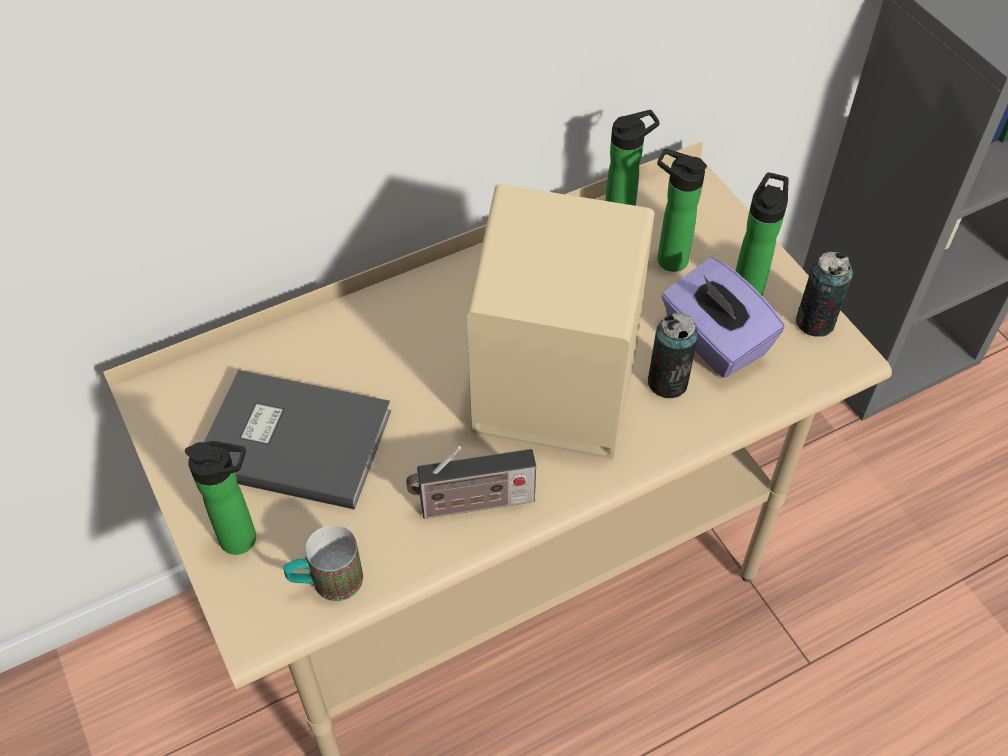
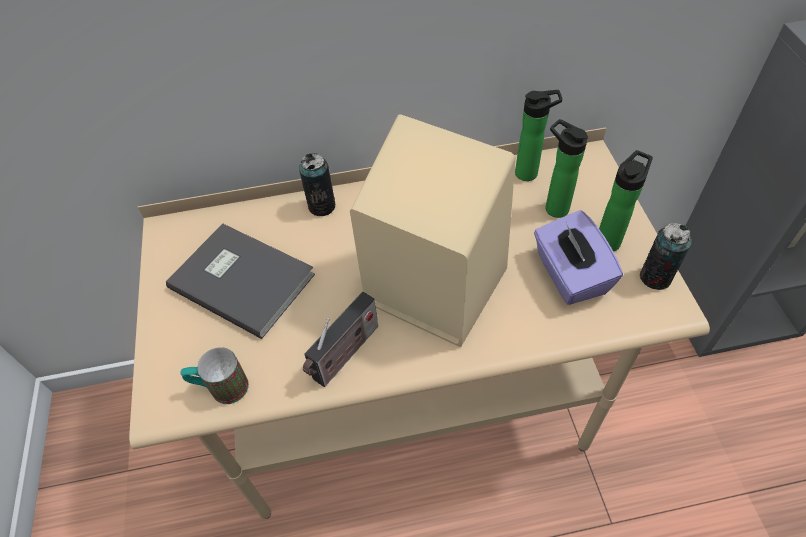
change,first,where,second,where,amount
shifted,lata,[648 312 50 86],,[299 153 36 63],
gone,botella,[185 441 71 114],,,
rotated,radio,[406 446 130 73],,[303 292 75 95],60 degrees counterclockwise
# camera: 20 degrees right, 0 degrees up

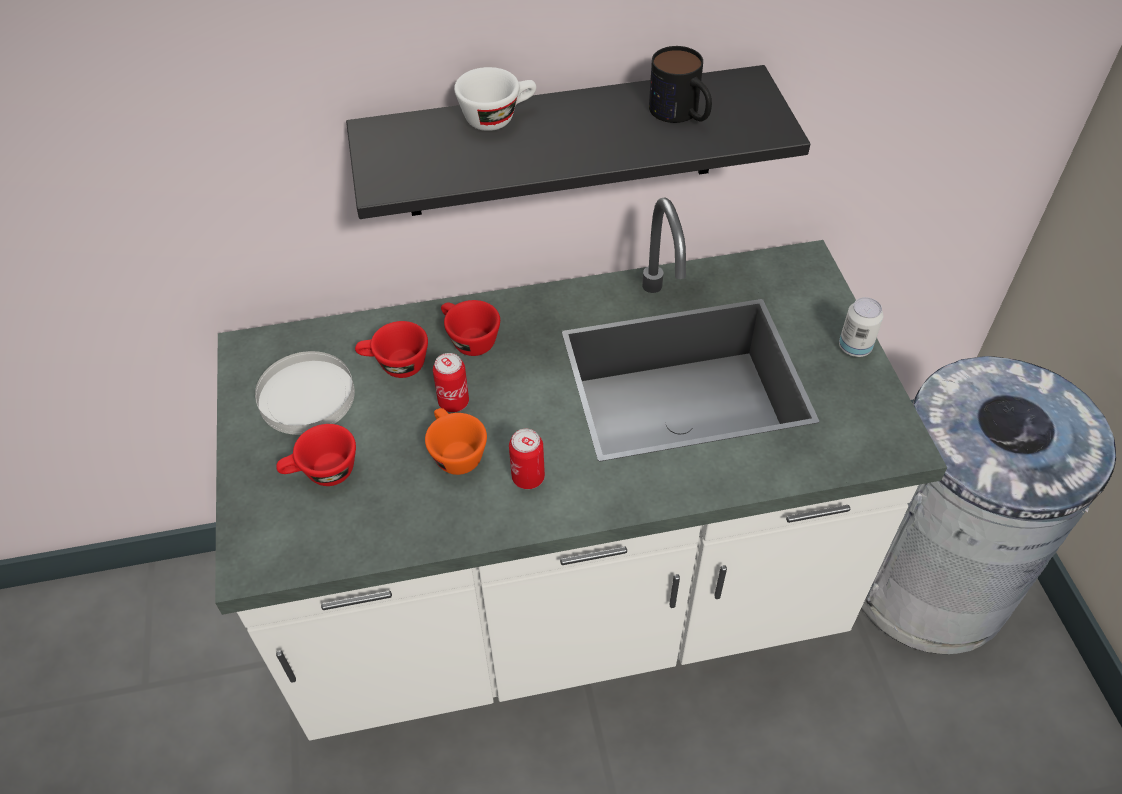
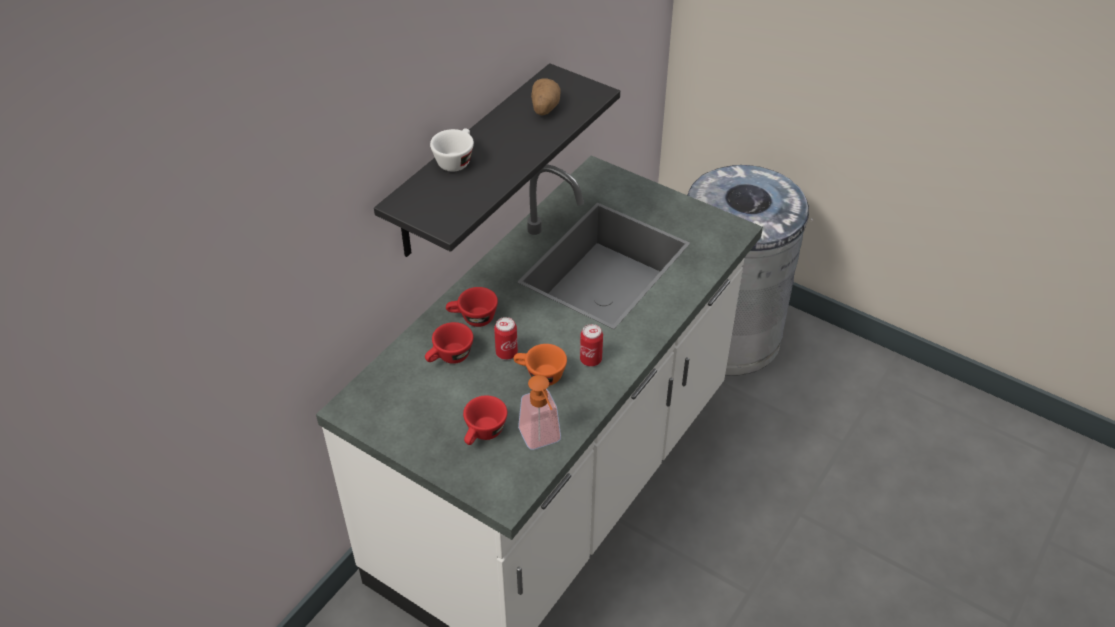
change,first,where,second,where,amount
swapped,taza grande,[649 46 63 77],patata,[531 78 30 38],
gone,lata,[839 297 44 60],,,
gone,plato (blanco),[255 351 100 84],,,
new,,,dispensador de jabón,[518 375 43 75],
# camera: 45 degrees left, 5 degrees down

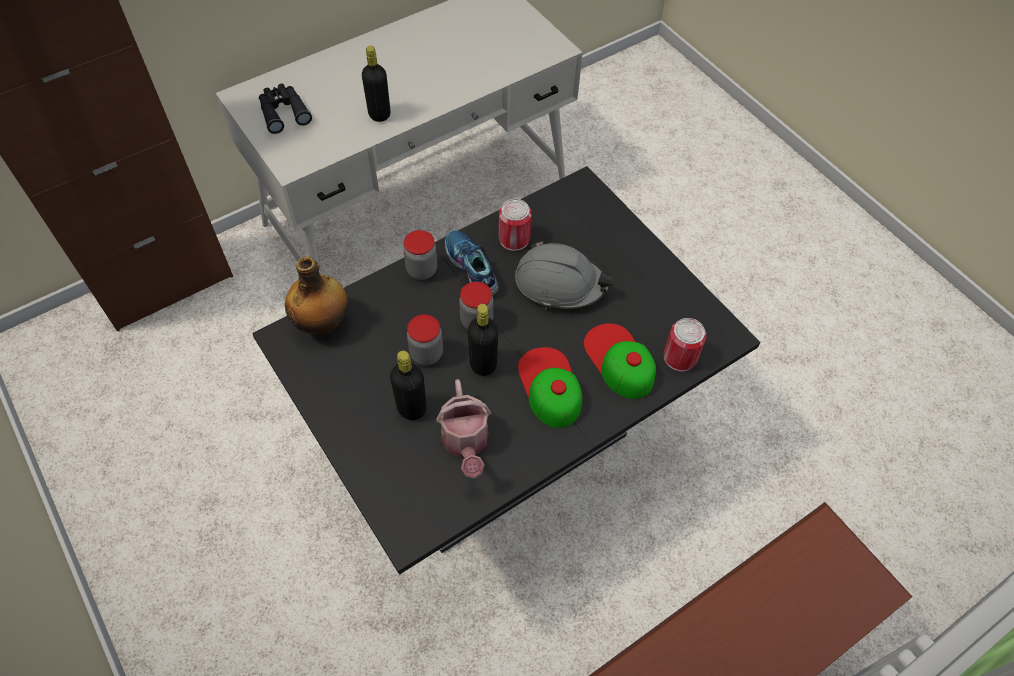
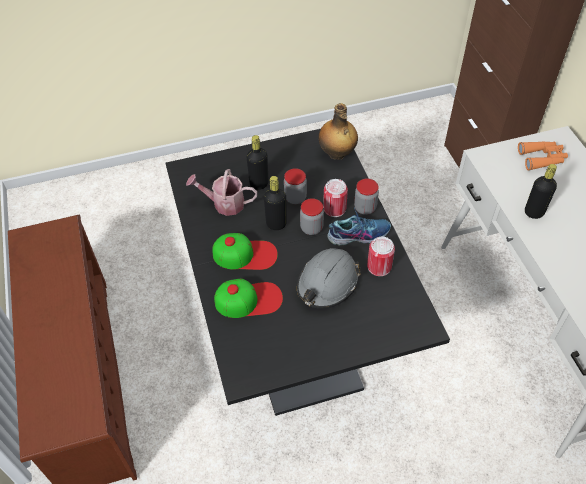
change,first,where,second,where,amount
repainted,prismáticos (negro),[259 84 53 50],prismáticos (naranja),[518 141 50 30],
shifted,lata,[664 318 42 53],,[323 179 25 38],
# camera: 110 degrees right, 5 degrees down

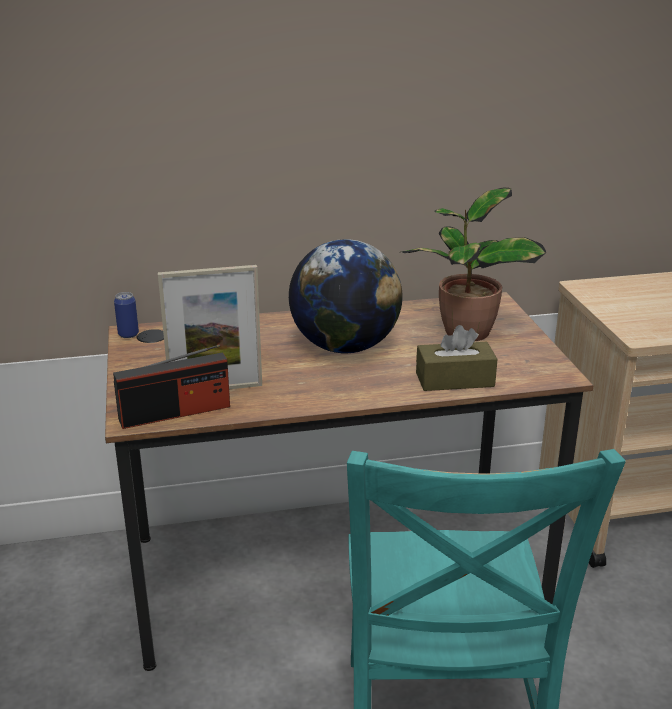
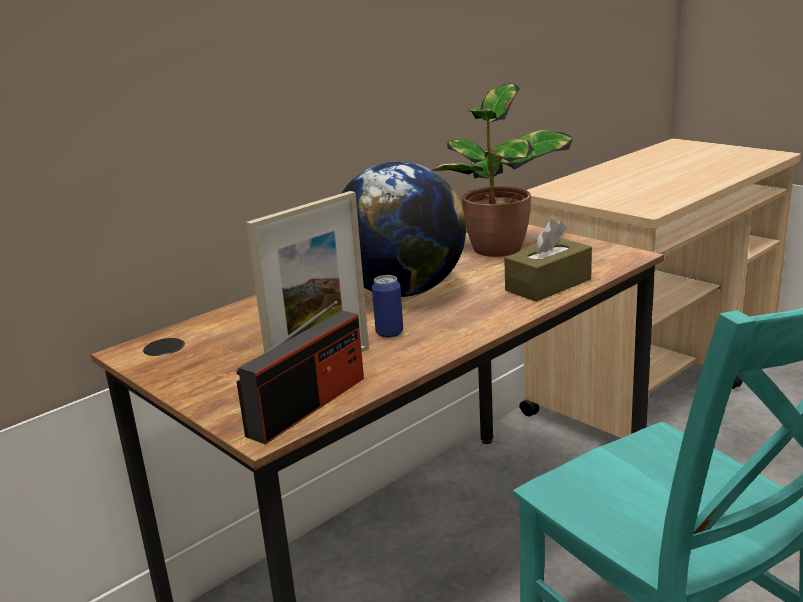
change,first,where,second,where,amount
shifted,lata,[114 292 25 46],,[372 275 31 63],
# camera: 30 degrees left, 5 degrees down

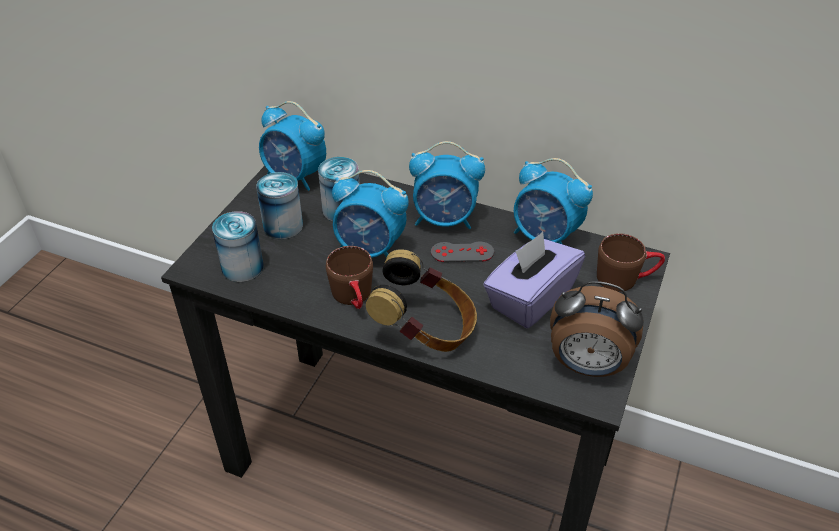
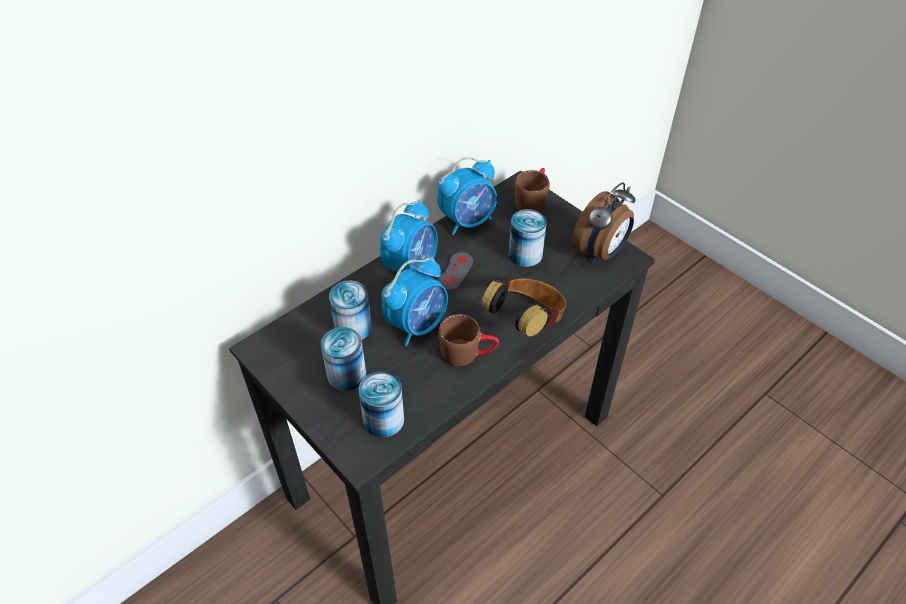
change,first,where,second,where,amount
gone,despertador,[259 101 67 90],,,
swapped,caja de pañuelos (morado),[483 232 102 96],lata,[509 209 38 58],
# camera: 65 degrees left, 5 degrees up

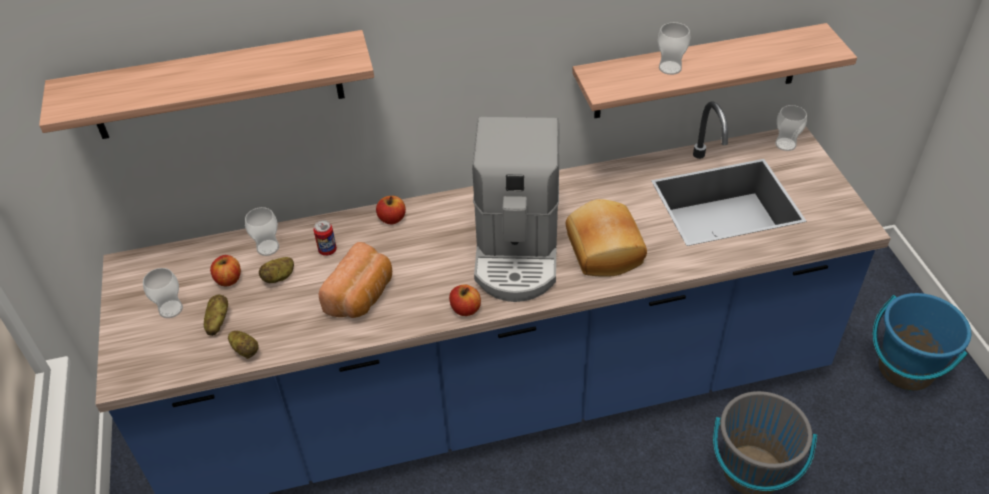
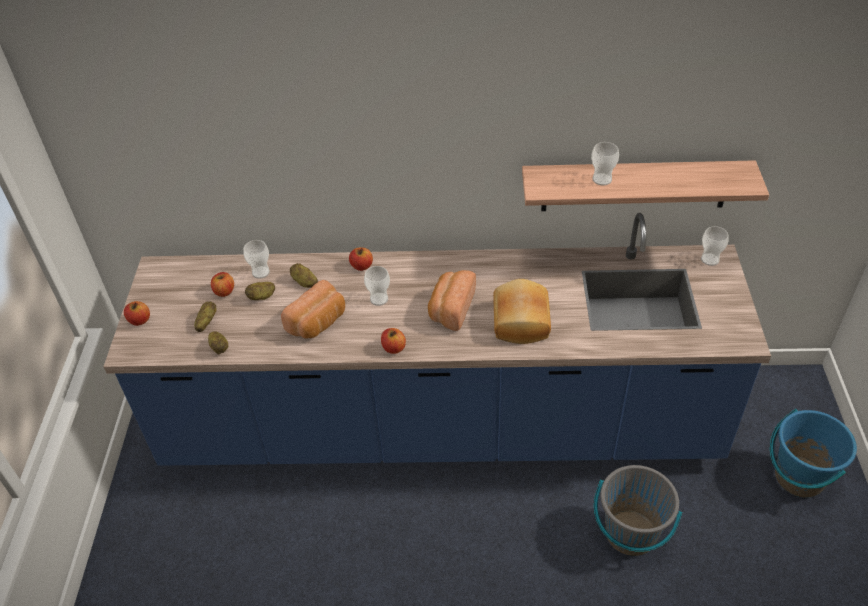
change,first,where,second,where,amount
gone,estante,[39 30 335 109],,,
swapped,cafetera,[472 117 87 185],pan,[428 270 48 61],
swapped,lata,[313 220 24 36],patata,[290 263 28 25],
shifted,taza,[143 268 40 50],,[364 266 26 40],
new,,,manzana,[124 301 26 25],
# camera: 15 degrees right, 0 degrees up

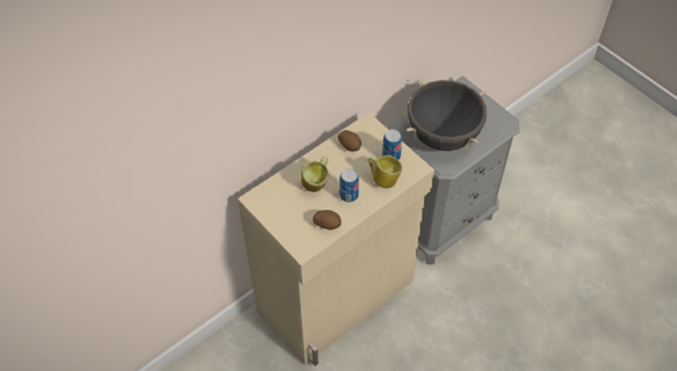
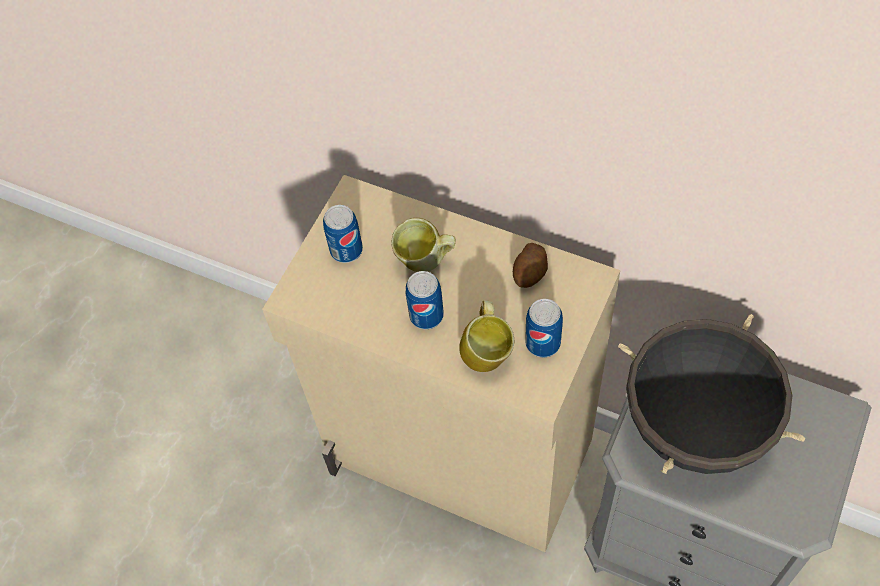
change,first,where,second,where,amount
gone,patata,[313 210 28 20],,,
new,,,lata,[323 205 40 58],
# camera: 70 degrees right, 5 degrees up

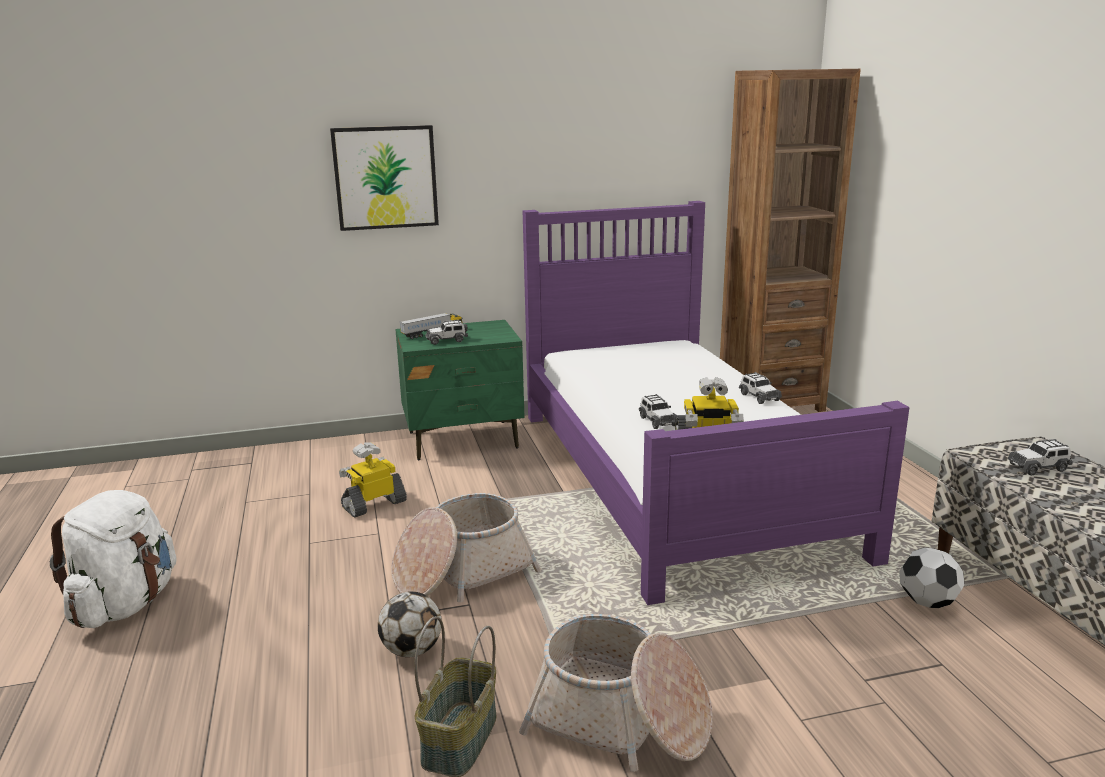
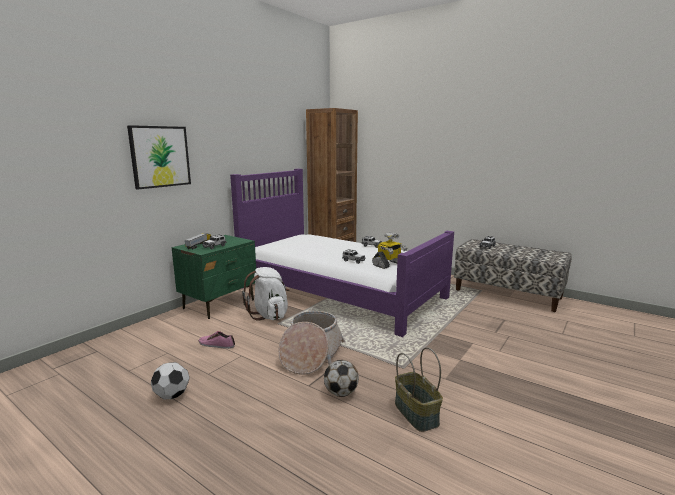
change,first,where,second,where,amount
swapped,robot de juguete,[339 443 68 74],zapato,[199 331 36 18],
shifted,mochila (blanco),[50 490 127 138],,[242 267 47 54],
shifted,balón de fútbol,[899 547 65 61],,[151 362 39 37],
gone,cesta,[519 614 193 158],,,
# camera: 40 degrees left, 5 degrees down

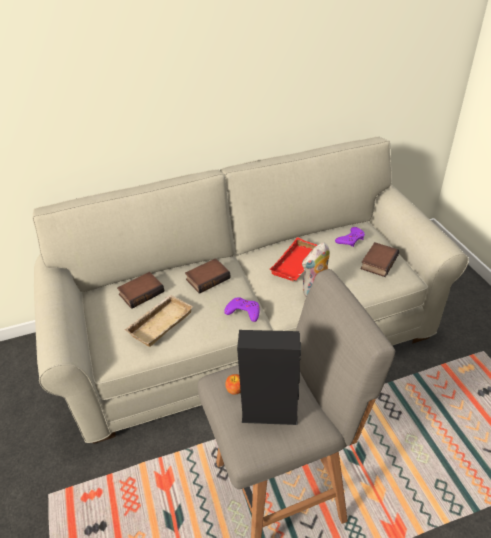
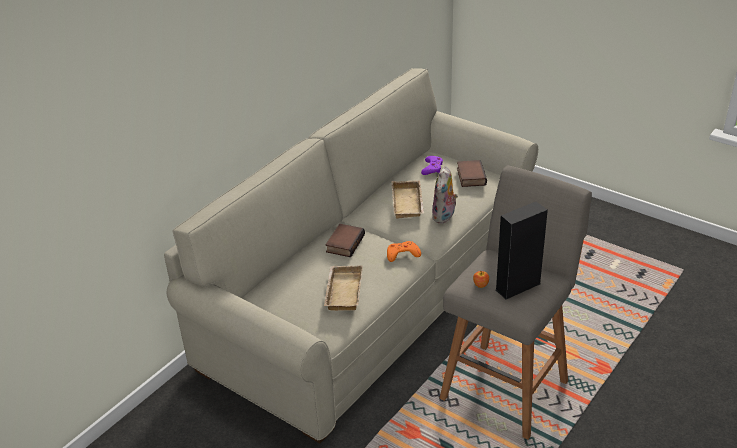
change,first,where,second,where,amount
repainted,bandeja (rojo),[269 237 48 44],bandeja (beis),[391 180 33 39],
gone,libro,[117 272 47 37],,,
repainted,mando de consola (morado),[224 297 36 25],mando de consola (naranja),[387 241 34 21],
# camera: 35 degrees left, 5 degrees down

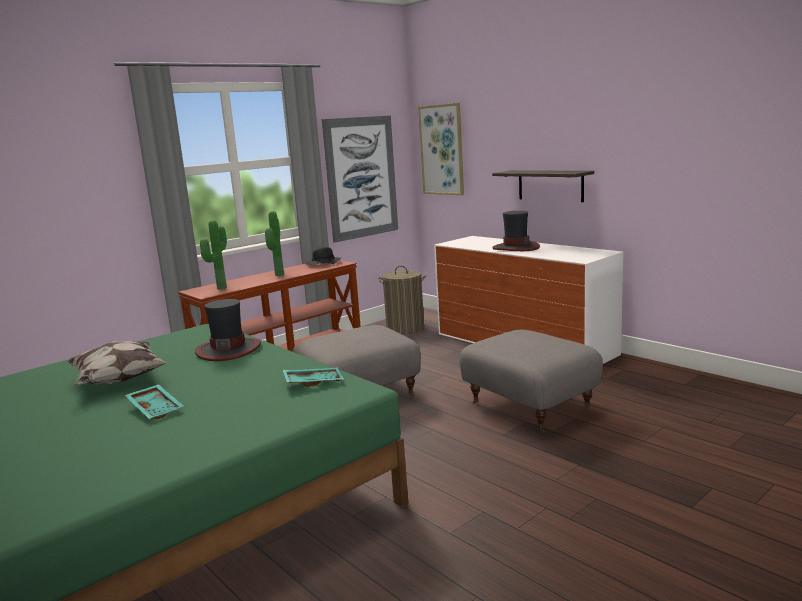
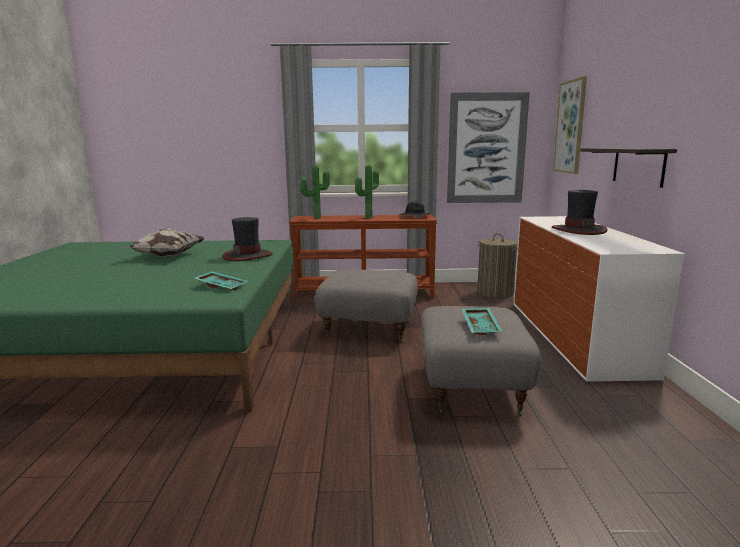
change,first,where,second,where,amount
shifted,bandeja (turquesa),[125 384 59 35],,[462 308 41 27],
# camera: 40 degrees right, 0 degrees up

